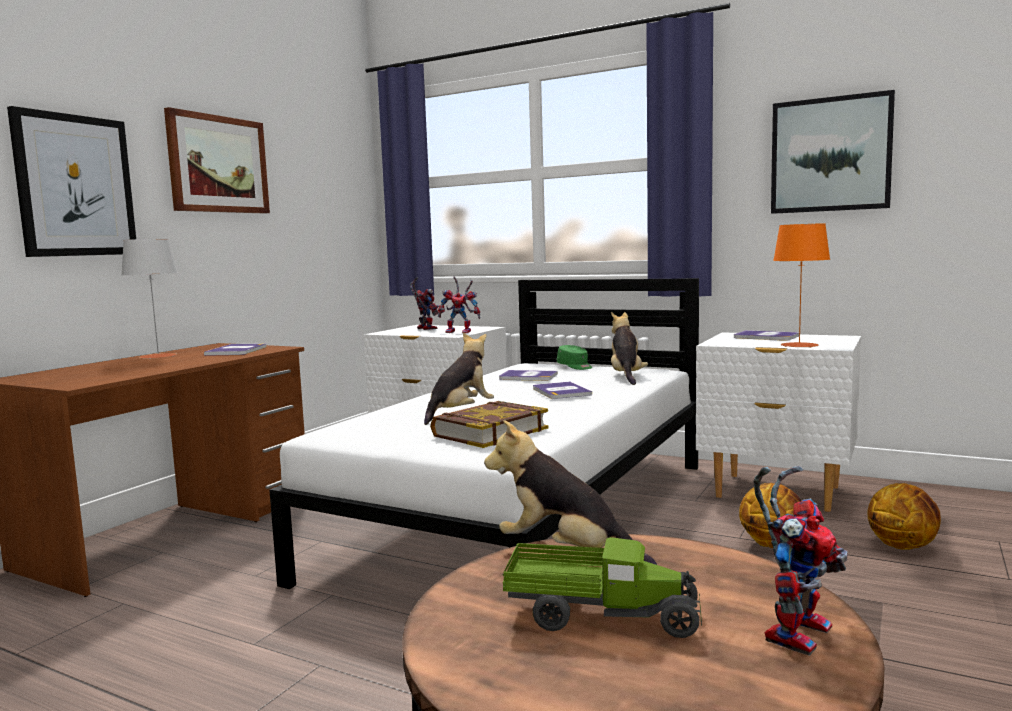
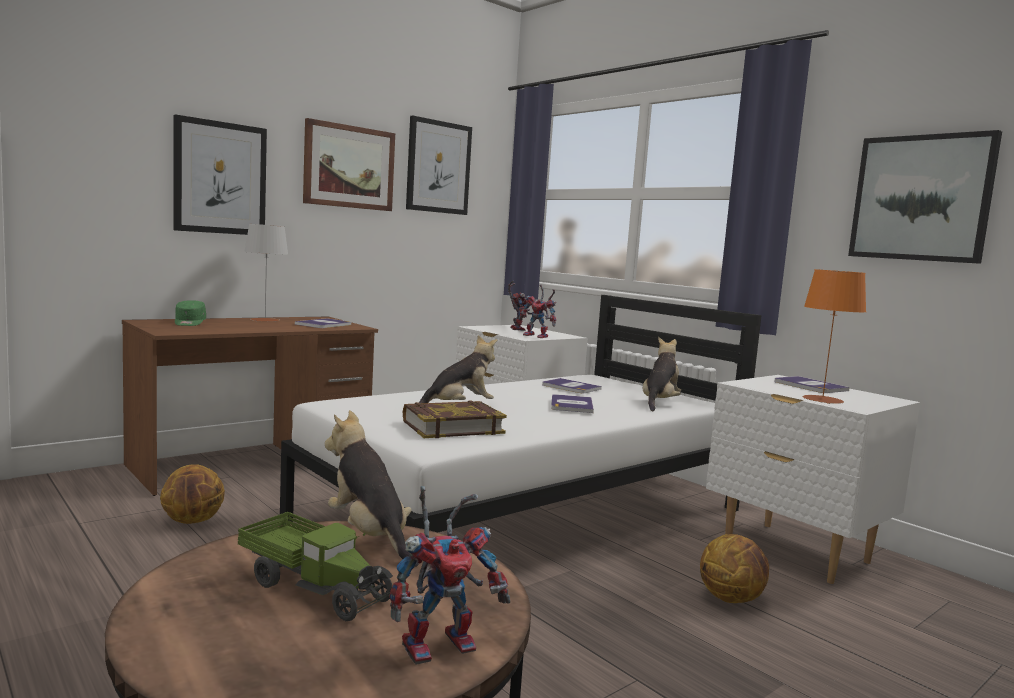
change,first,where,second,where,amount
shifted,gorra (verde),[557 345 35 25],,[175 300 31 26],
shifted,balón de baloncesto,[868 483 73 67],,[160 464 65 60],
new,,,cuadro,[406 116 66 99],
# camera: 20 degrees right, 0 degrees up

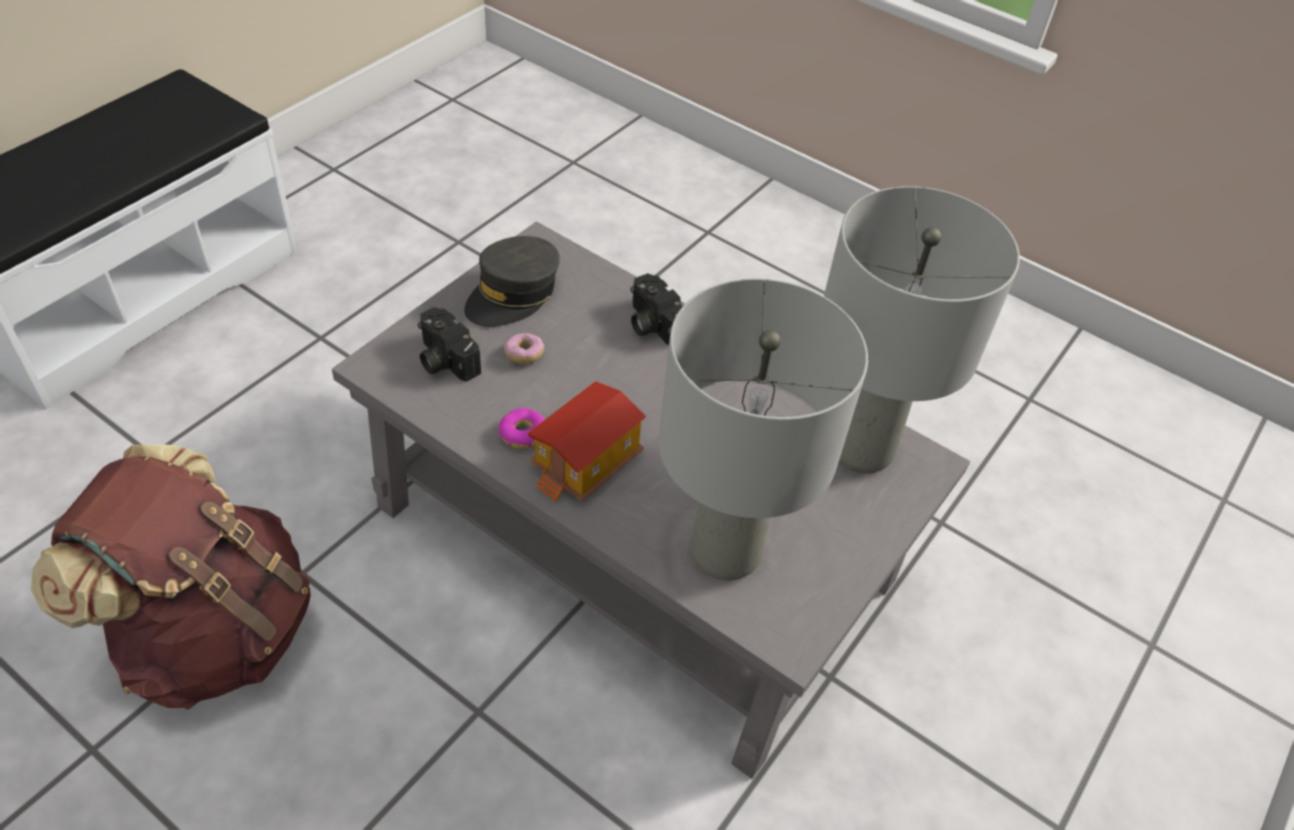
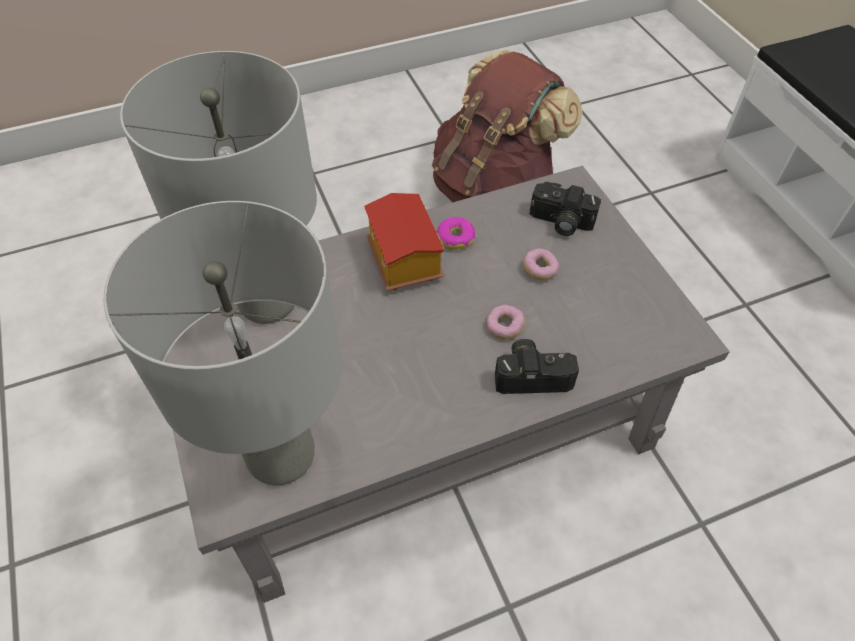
change,first,where,second,where,amount
gone,gorra (gris),[464 236 96 91],,,
rotated,cámara,[418 307 63 75],,[529 182 72 54],150 degrees counterclockwise
new,,,rosquilla,[486 305 39 35],
# camera: 125 degrees right, 5 degrees up

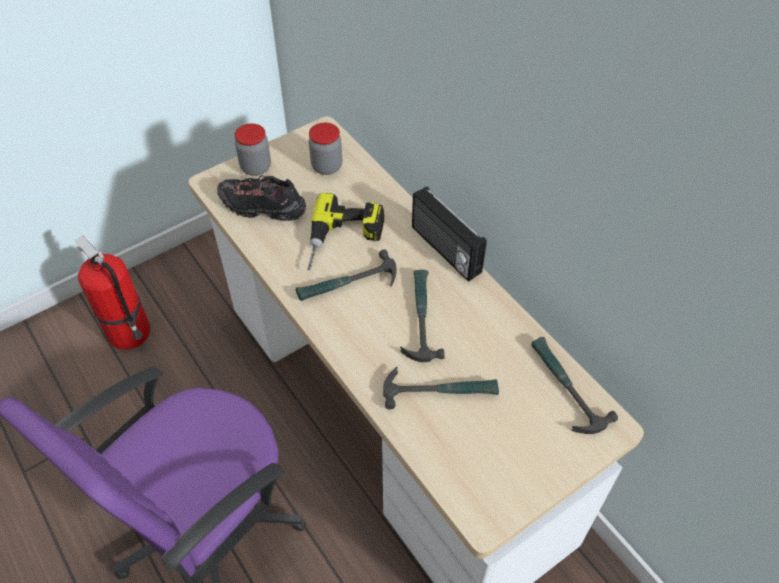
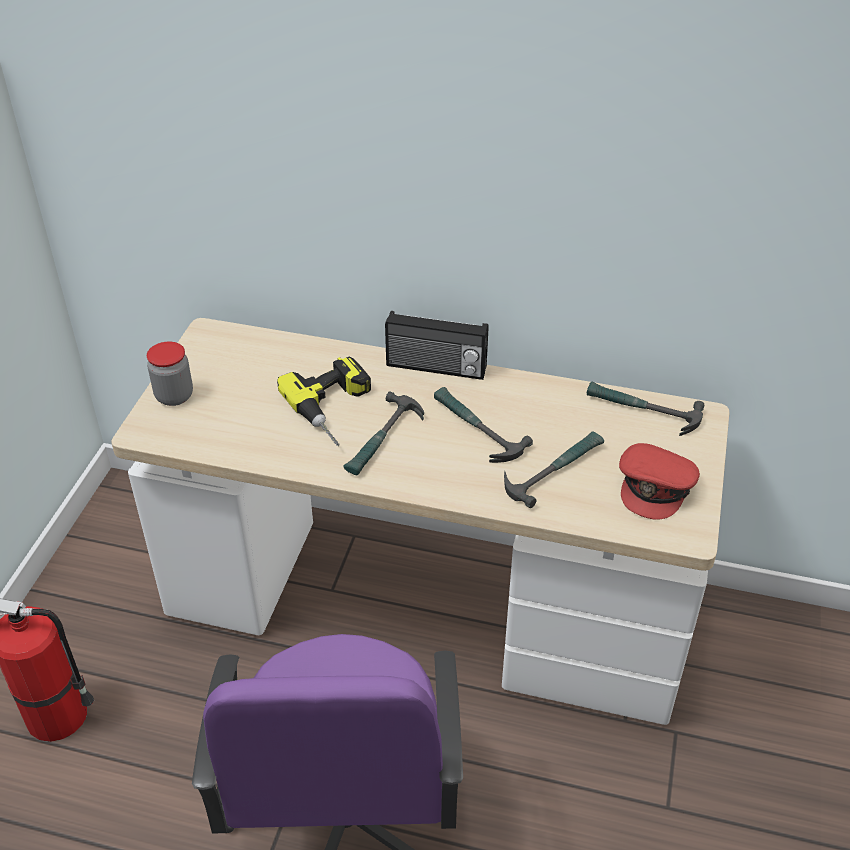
change,first,where,second,where,amount
gone,tarro,[309 123 33 52],,,
gone,zapato (negro),[217 175 89 46],,,
new,,,gorra (rojo),[619 443 81 77],
# camera: 40 degrees left, 10 degrees down

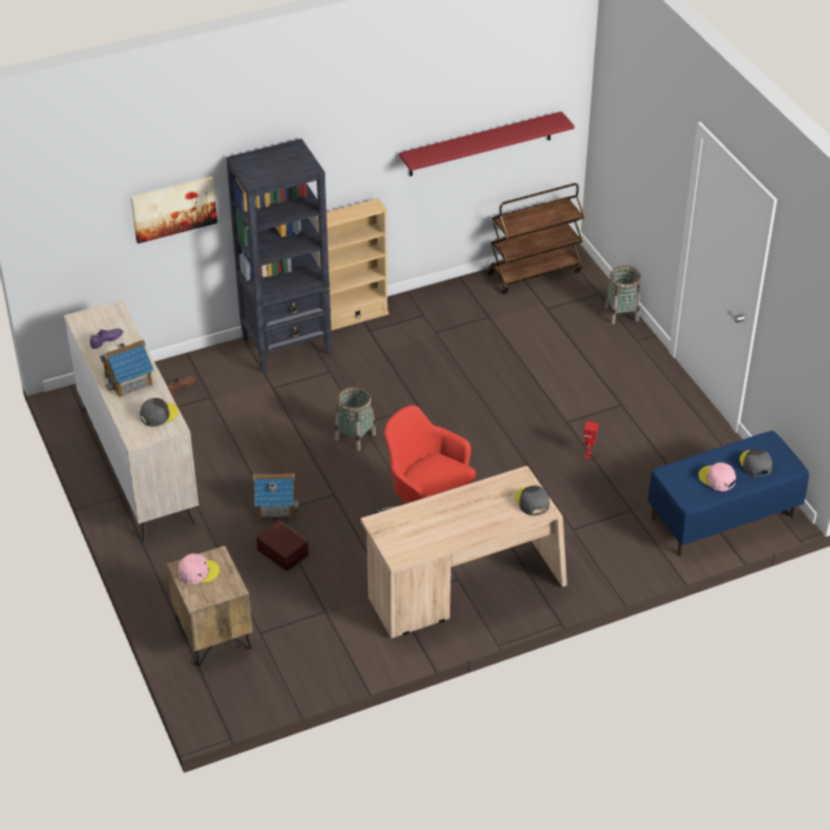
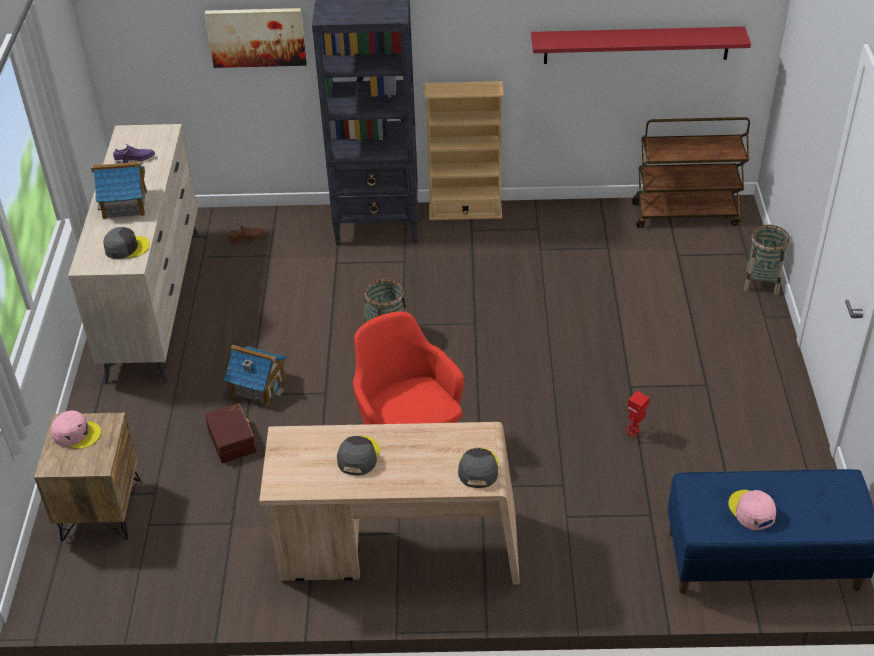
change,first,where,second,where,amount
shifted,gorra (gris),[739 449 33 28],,[337 436 43 39],
# camera: 25 degrees right, 0 degrees up

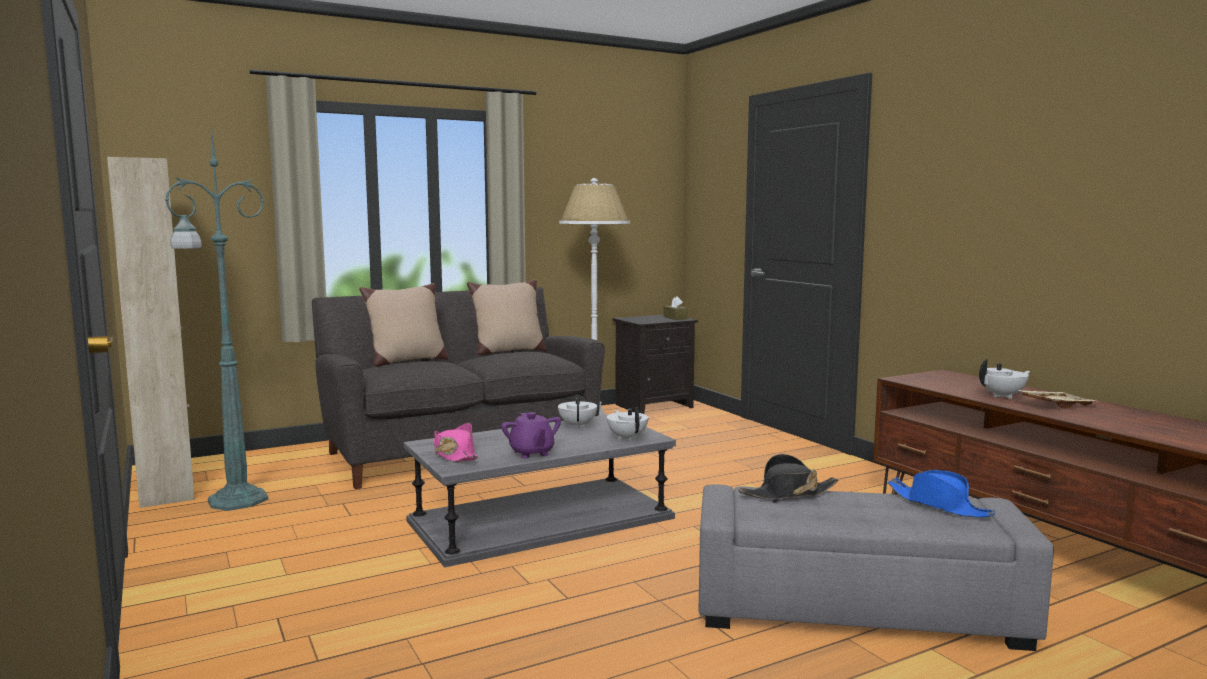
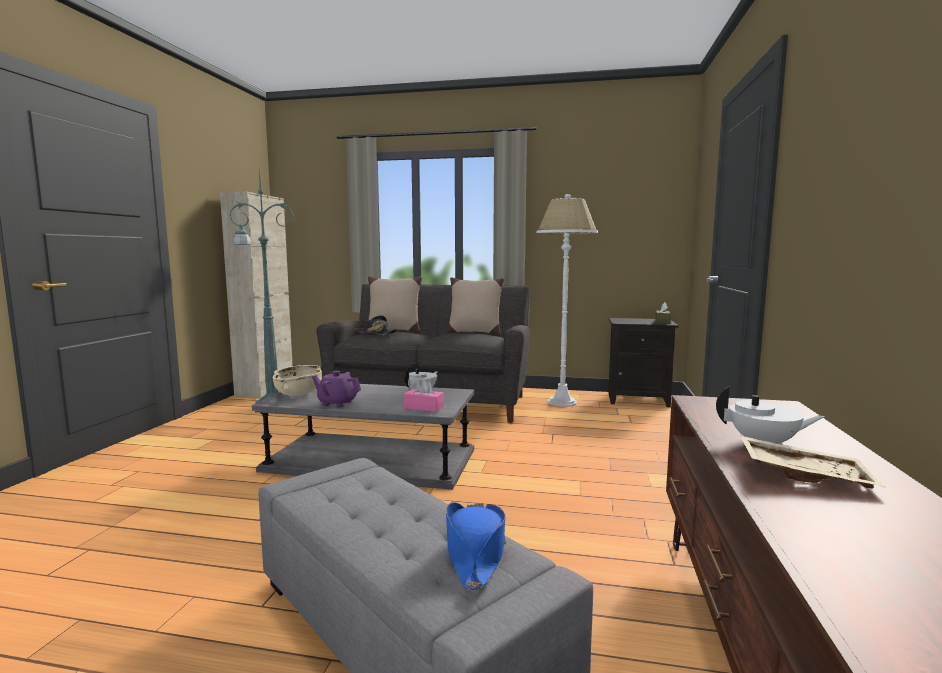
change,first,where,second,where,amount
swapped,tetera (blanco),[607 407 41 34],caja de pañuelos (rosa),[404 379 40 33],
rotated,tetera (morado),[501 412 60 46],,[312 371 49 36],90 degrees clockwise
swapped,sombrero (rosa),[433 423 45 39],cuenco (beis),[273 365 49 31],
shifted,sombrero (negro),[738 454 101 46],,[354 315 45 20],
# camera: 40 degrees right, 0 degrees up

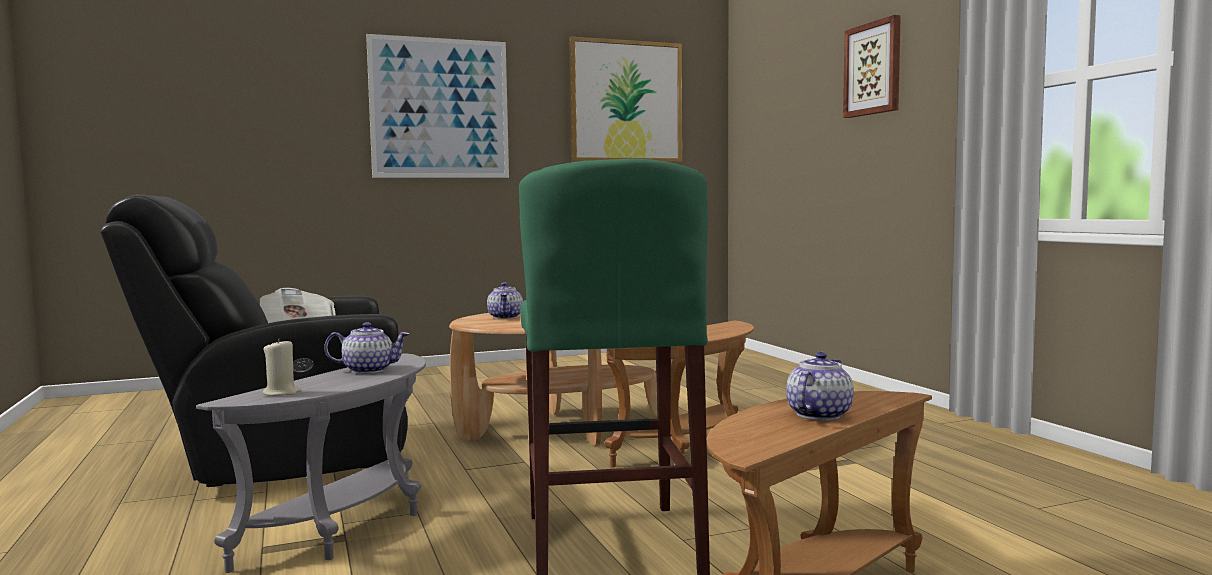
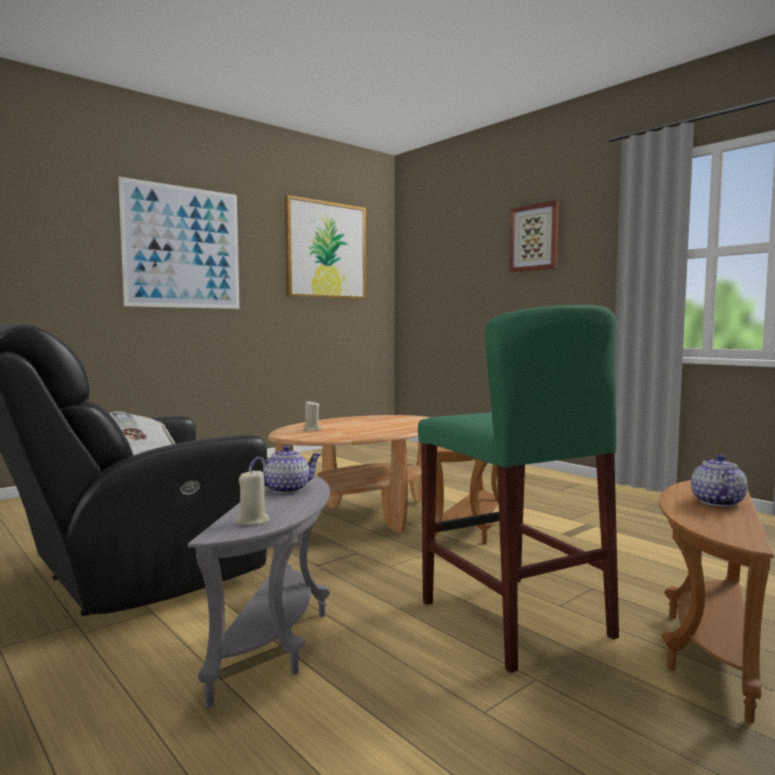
change,first,where,second,where,amount
swapped,tetera,[487 282 36 37],vela (beis),[303 400 18 31],
# camera: 20 degrees left, 0 degrees up

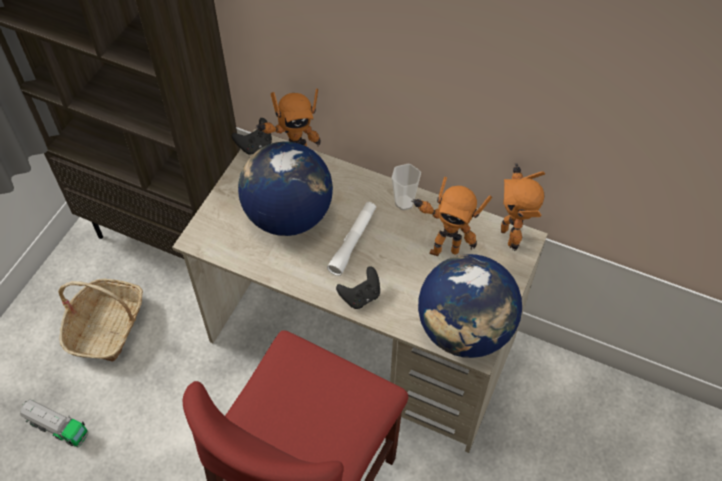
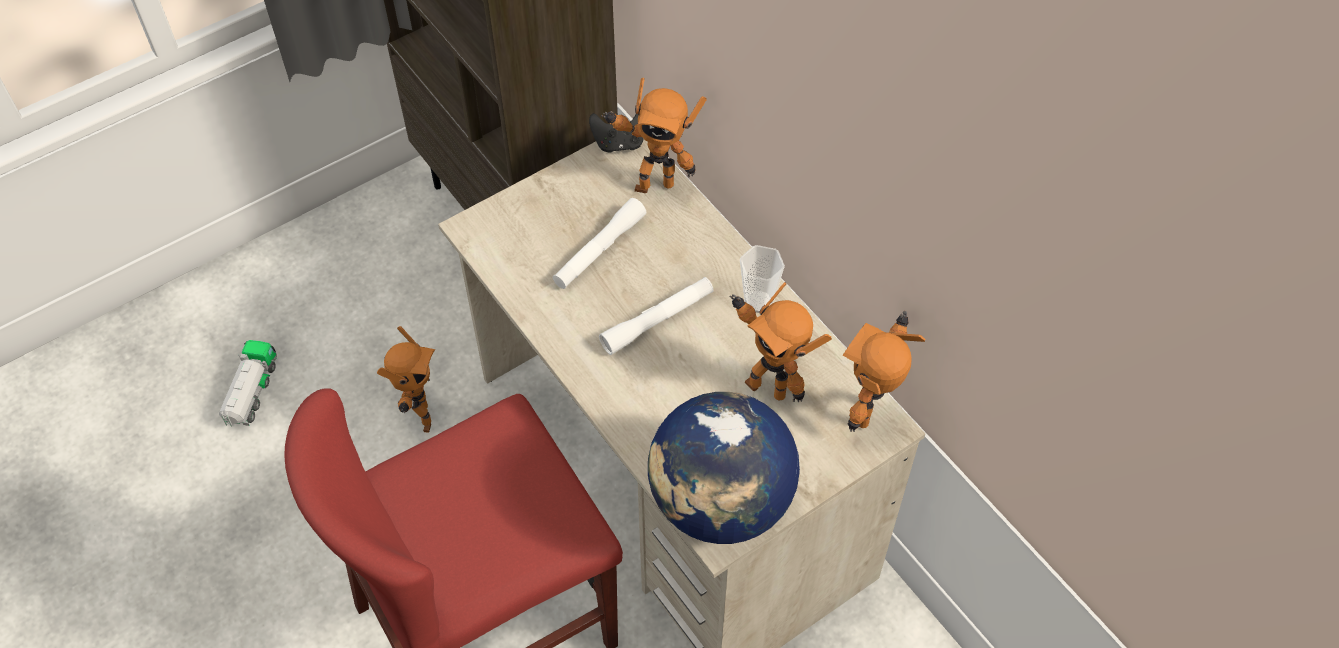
change,first,where,second,where,amount
swapped,globo terráqueo,[238 141 95 95],linterna (blanco),[553 198 93 91],
gone,mando de consola (negro),[336 266 44 43],,,
gone,cesta,[58 279 85 83],,,
rotated,camión de juguete,[20 400 69 47],,[219 340 58 86],135 degrees counterclockwise
new,,,robot de juguete,[377 326 58 107],
# camera: 30 degrees right, 0 degrees up

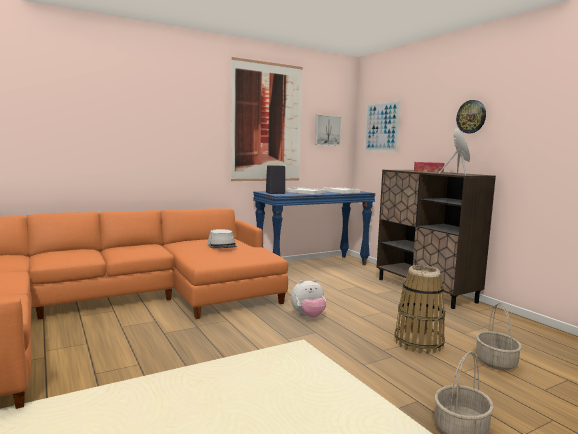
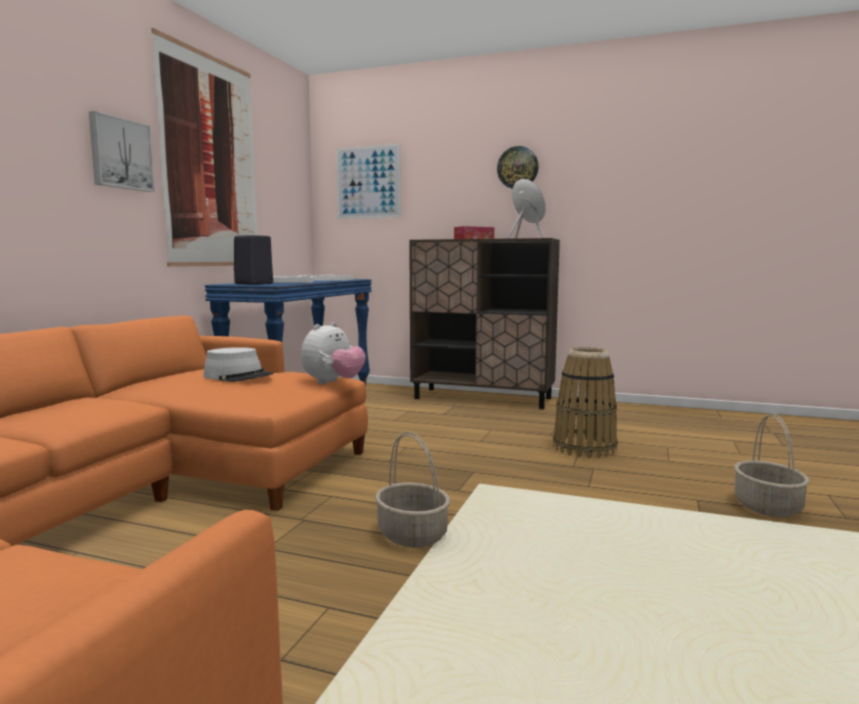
change,first,where,second,where,amount
shifted,cuadro,[315 115 26 31],,[89 111 66 81],
shifted,peluche,[291 279 35 39],,[301 322 65 62],
shifted,cesta,[476 303 46 67],,[375 432 75 116],
# camera: 40 degrees left, 0 degrees up

